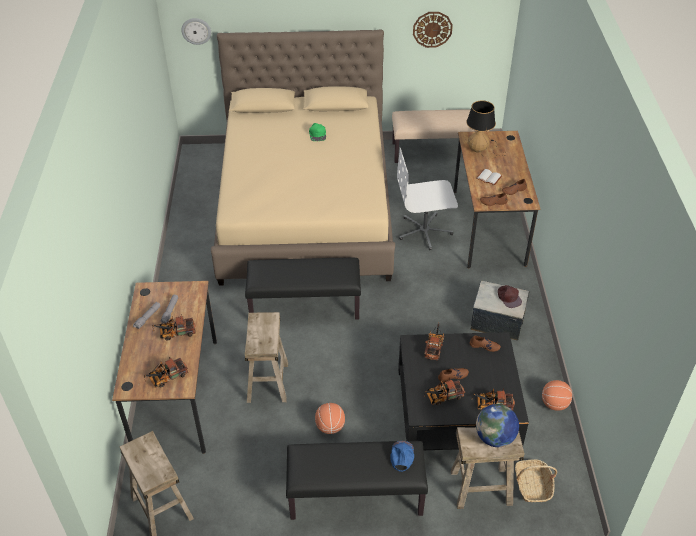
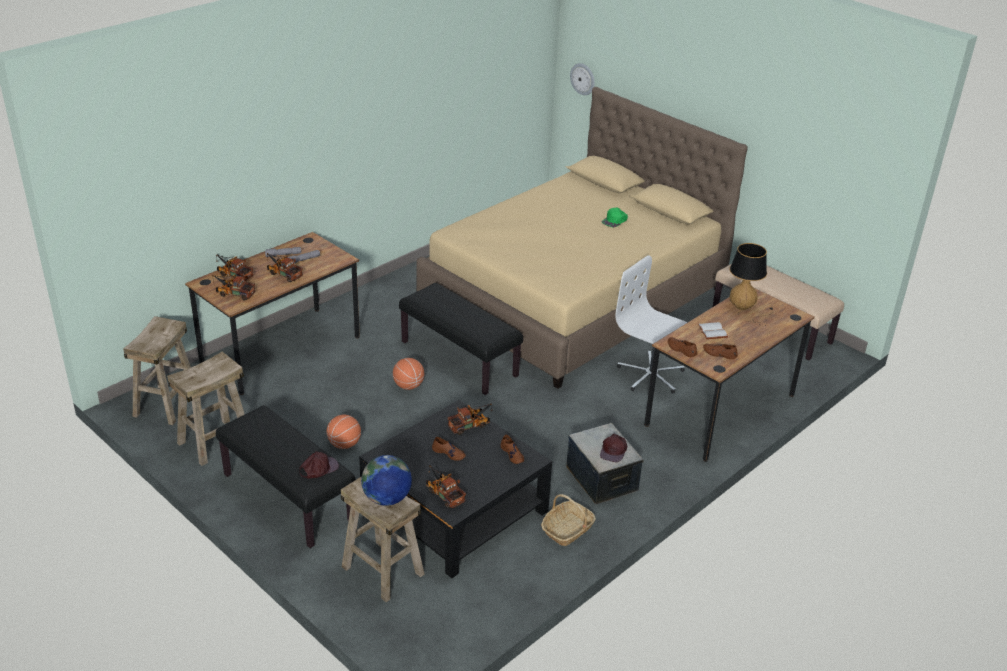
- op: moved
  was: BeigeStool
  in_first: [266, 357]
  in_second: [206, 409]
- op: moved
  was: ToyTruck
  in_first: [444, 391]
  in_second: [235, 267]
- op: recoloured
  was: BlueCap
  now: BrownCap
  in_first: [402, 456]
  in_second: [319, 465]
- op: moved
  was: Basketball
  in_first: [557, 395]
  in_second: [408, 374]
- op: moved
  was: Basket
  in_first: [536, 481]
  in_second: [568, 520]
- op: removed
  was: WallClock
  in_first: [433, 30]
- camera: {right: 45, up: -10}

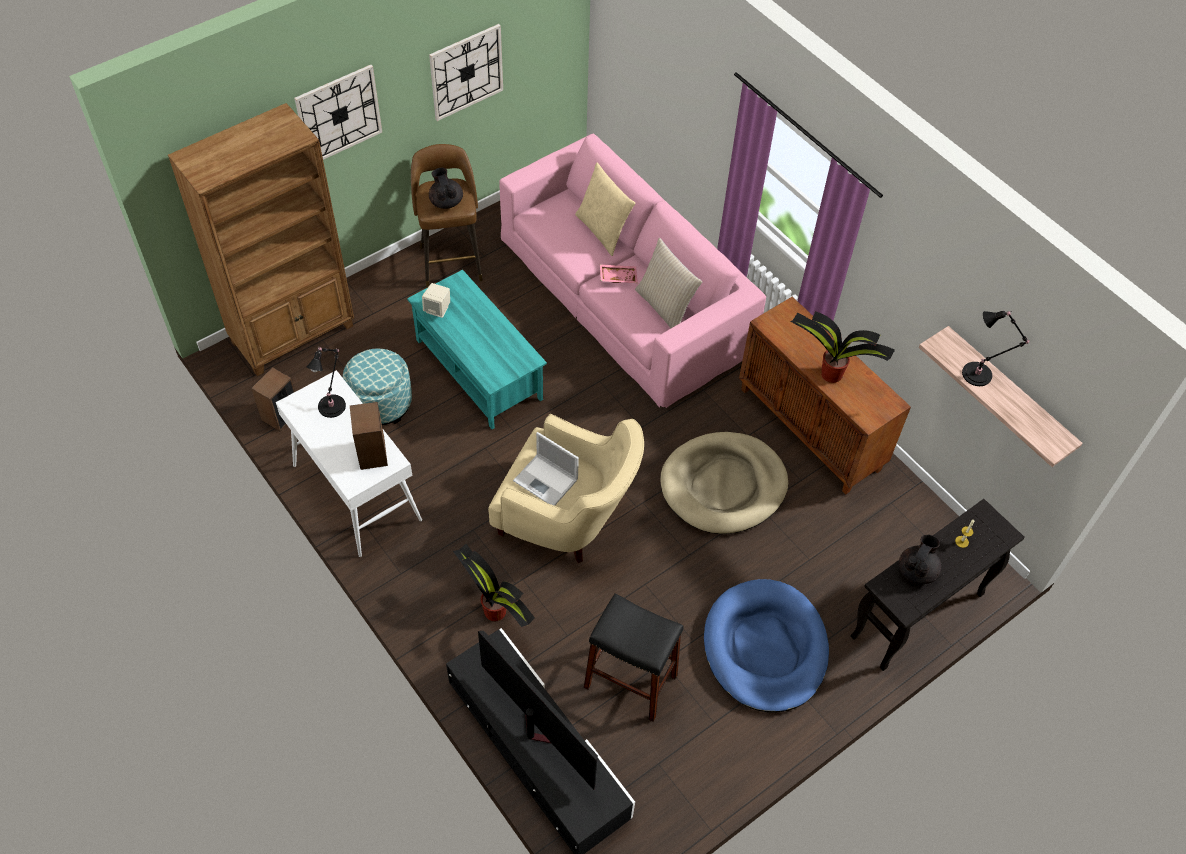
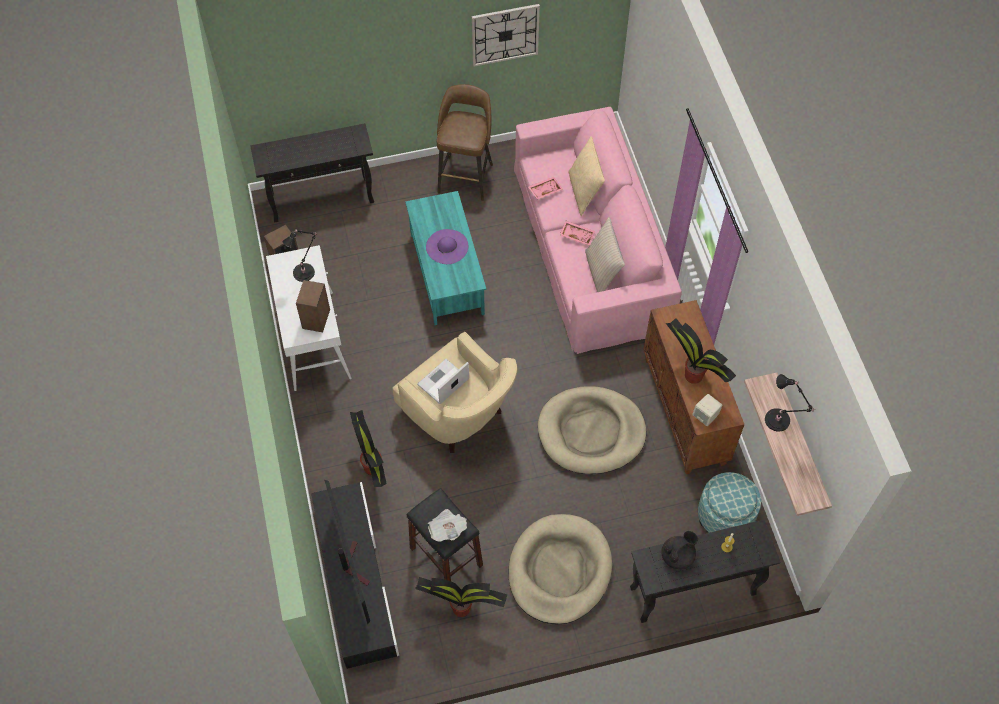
- op: replaced
  was: BrownBookcase
  now: BlackConsoleTable
  in_first: [261, 239]
  in_second: [312, 172]
- op: added
  now: PottedPlant
  in_second: [461, 597]
- op: turned
  was: Laptop
  in_first: [546, 469]
  in_second: [443, 381]
  clockwise: 75
- op: added
  now: PurpleHat
  in_second: [447, 246]
- op: added
  now: Newspaper
  in_second: [447, 525]
- op: recoloured
  was: BlueDogBed
  now: BeigeDogBed
  in_first: [766, 645]
  in_second: [560, 569]
- op: added
  now: PinkTray
  in_second: [545, 188]
- op: moved
  was: BeigeSpeaker
  in_first: [436, 300]
  in_second: [707, 410]
- op: moved
  was: Ottoman
  in_first: [377, 387]
  in_second: [729, 502]
- op: removed
  was: WallClock
  in_first: [338, 112]
- op: removed
  was: BlackTeapot
  in_first: [446, 188]
- camera: {right: 25, up: 5}

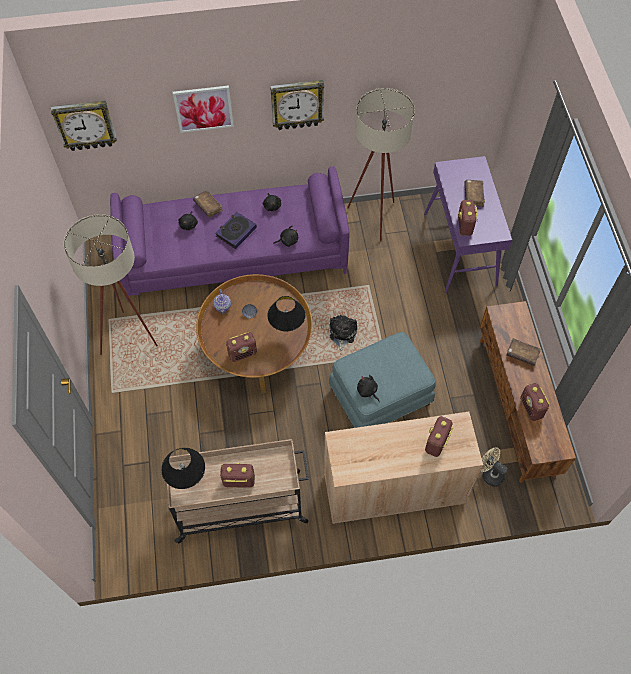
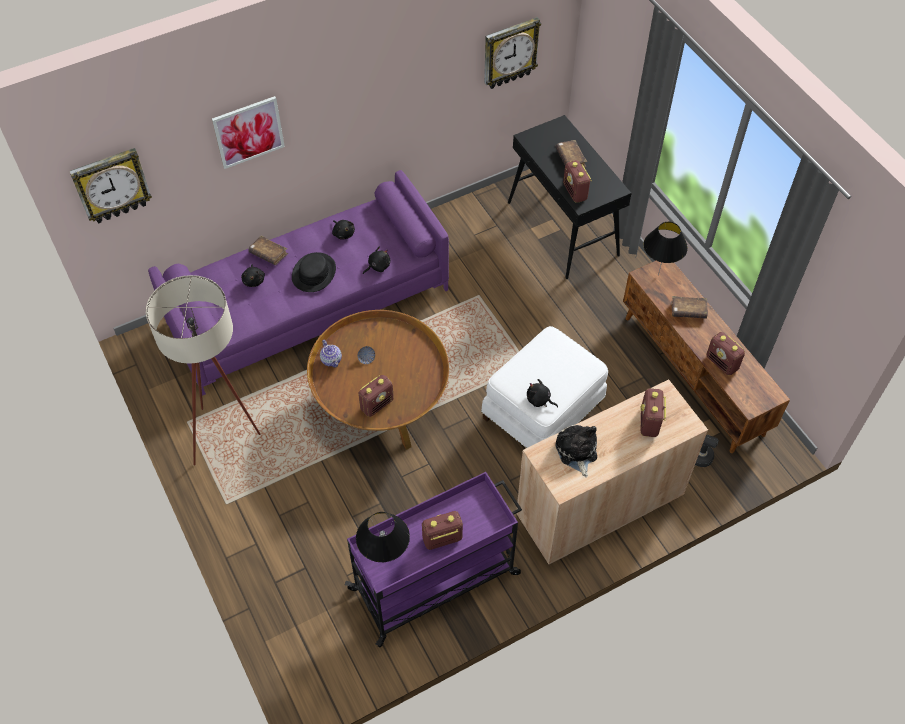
- op: replaced
  was: Book
  now: BlackHat
  in_first: [236, 230]
  in_second: [314, 272]
- op: recoloured
  was: BeigeCart
  now: PurpleCart
  in_first: [237, 491]
  in_second: [433, 560]
- op: recoloured
  was: BlueOttoman
  now: WhiteOttoman
  in_first: [382, 380]
  in_second: [544, 387]
- op: moved
  was: WallClock
  in_first: [297, 105]
  in_second: [512, 53]
- op: recoloured
  was: PurpleConsoleTable
  now: BlackConsoleTable
  in_first: [468, 224]
  in_second: [570, 197]
- op: moved
  was: PlushToy
  in_first: [343, 333]
  in_second: [576, 451]
- op: moved
  was: BlackTableLamp
  in_first: [286, 315]
  in_second: [665, 248]
- op: removed
  was: BeigeFloorLamp
  in_first: [381, 164]
- camera: {right: -20, up: -5}

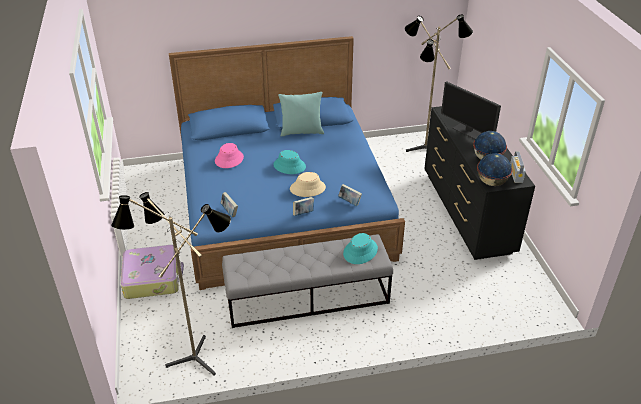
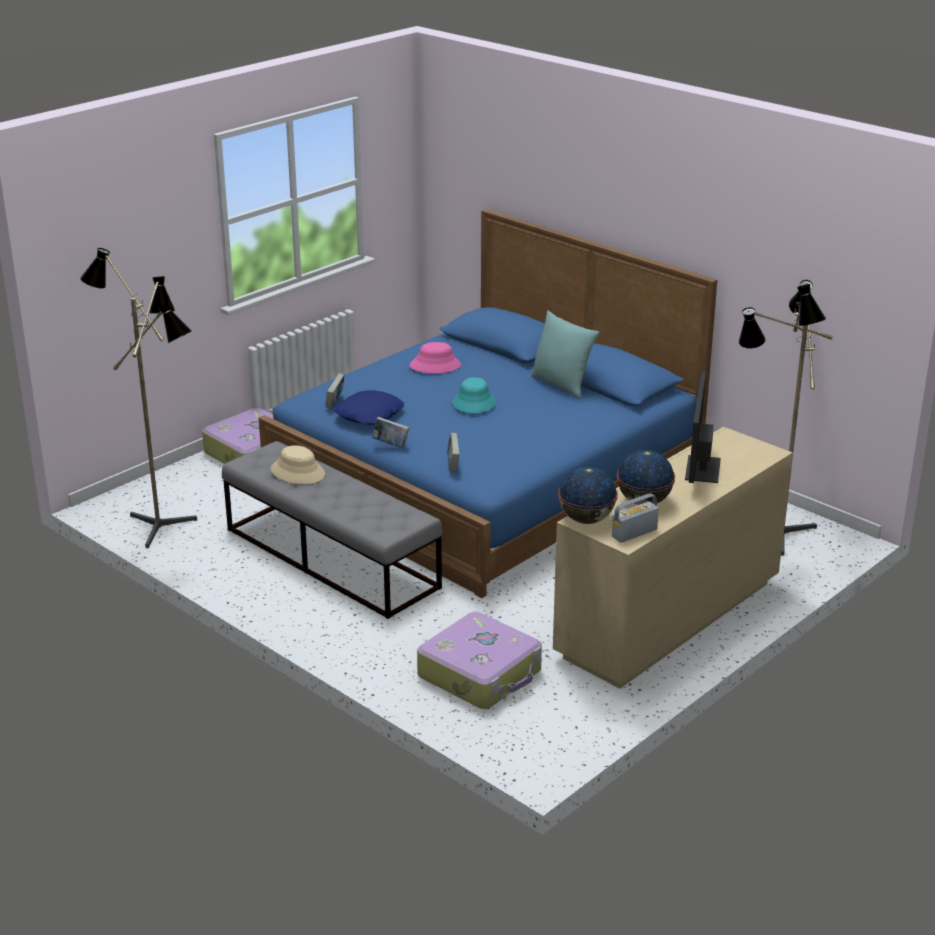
- op: moved
  was: BeigeHat
  in_first: [308, 184]
  in_second: [298, 464]
- op: added
  now: BluePillow
  in_second: [369, 407]
- op: added
  now: Suitcase
  in_second: [479, 660]
- op: recoloured
  was: BlackDresser
  now: BeigeDresser
  in_first: [479, 183]
  in_second: [673, 558]
- op: removed
  was: TurquoiseHat
  in_first: [360, 248]
- camera: {right: 55, up: -10}

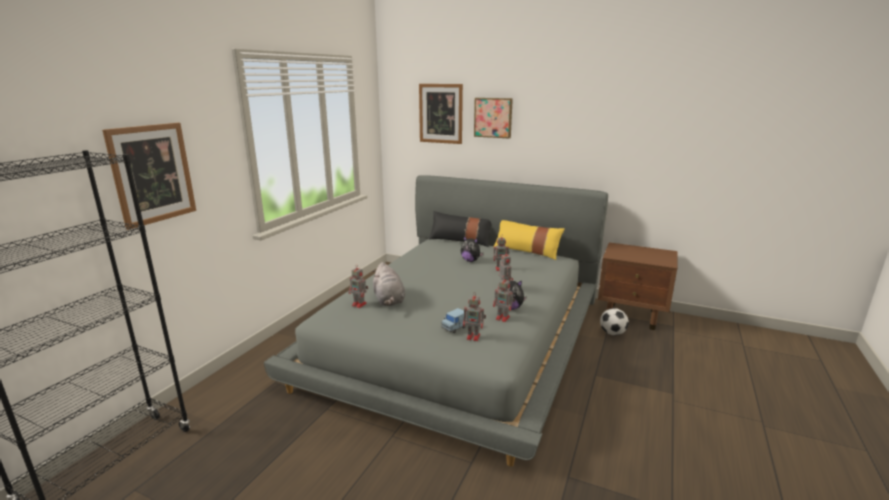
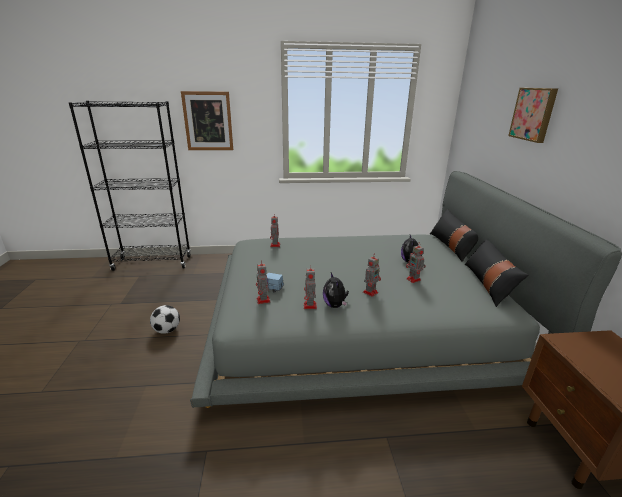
- op: moved
  was: Football
  in_first: [614, 321]
  in_second: [165, 319]
- op: recoloured
  was: YellowPillow
  now: BlackPillow
  in_first: [529, 240]
  in_second: [496, 273]
- op: removed
  was: GreyPlushToy
  in_first: [389, 284]
- op: removed
  was: Picture
  in_first: [441, 114]
- camera: {right: 60, up: 5}

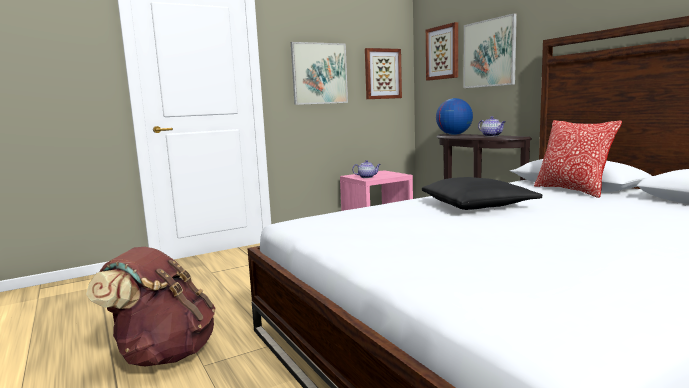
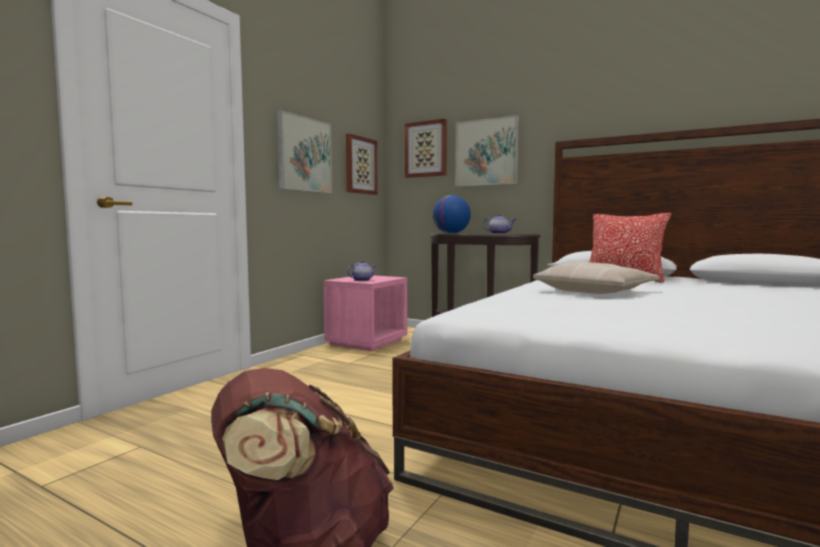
- op: recoloured
  was: BlackPillow
  now: BeigePillow
  in_first: [482, 193]
  in_second: [596, 278]
- camera: {right: -30, up: -5}

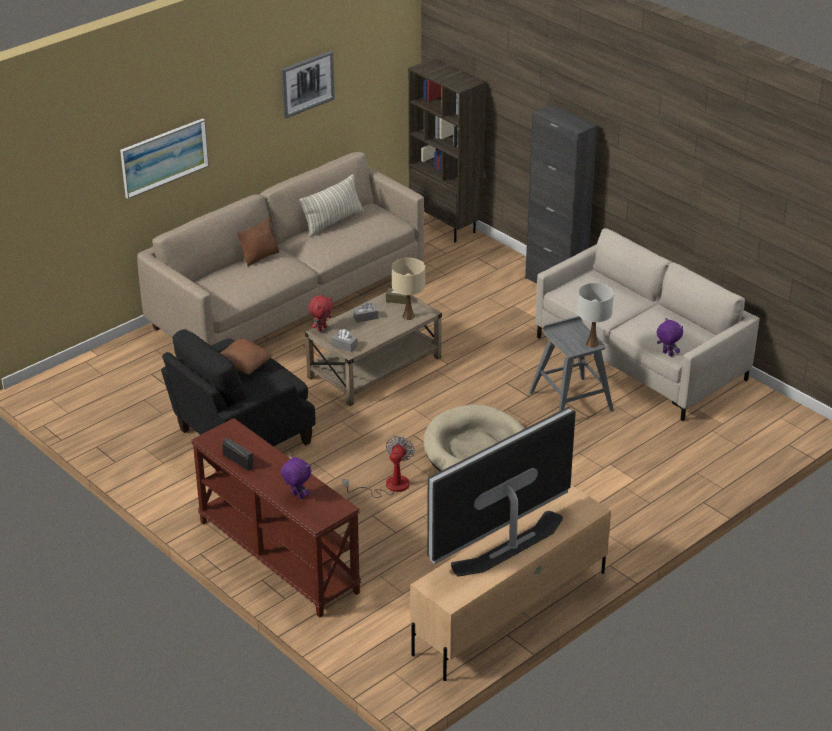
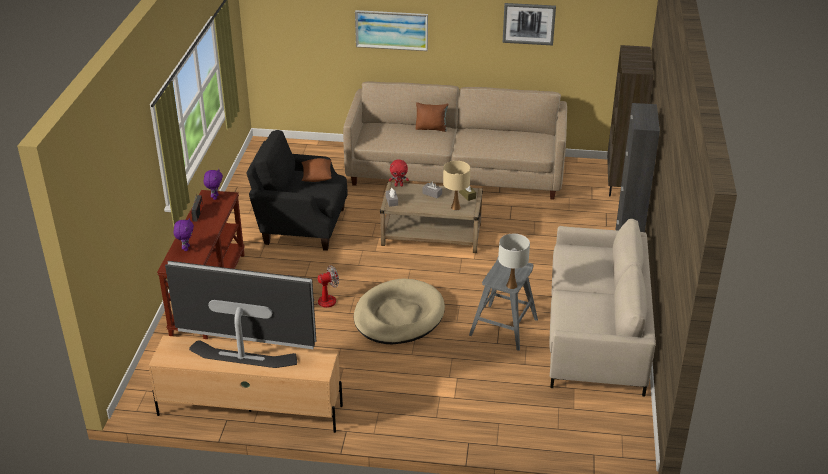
- op: moved
  was: PurplePlushToy
  in_first: [670, 337]
  in_second: [213, 184]
- op: removed
  was: Pillow
  in_first: [332, 205]
- camera: {right: 50, up: 0}

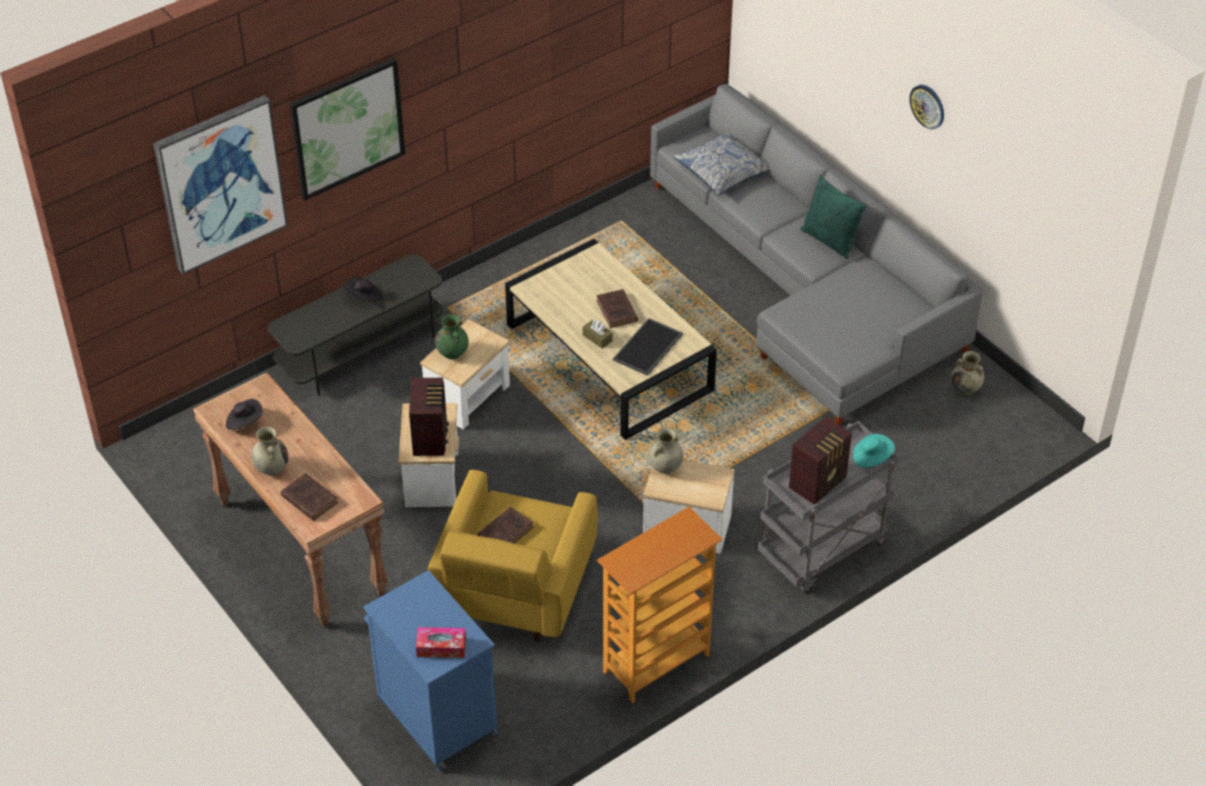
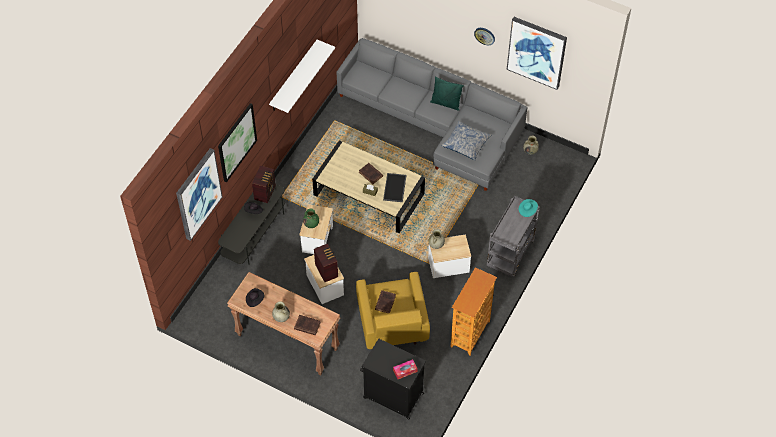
- op: moved
  was: Radio
  in_first: [820, 461]
  in_second: [264, 184]
- op: added
  now: WhiteShelf
  in_second: [302, 76]
- op: recoloured
  was: BlueCabinet
  now: BlackCabinet
  in_first: [431, 671]
  in_second: [393, 379]
- op: moved
  was: Pillow
  in_first: [722, 164]
  in_second: [466, 141]
- op: added
  now: Picture
  in_second: [537, 53]
- camera: {right: -25, up: 10}

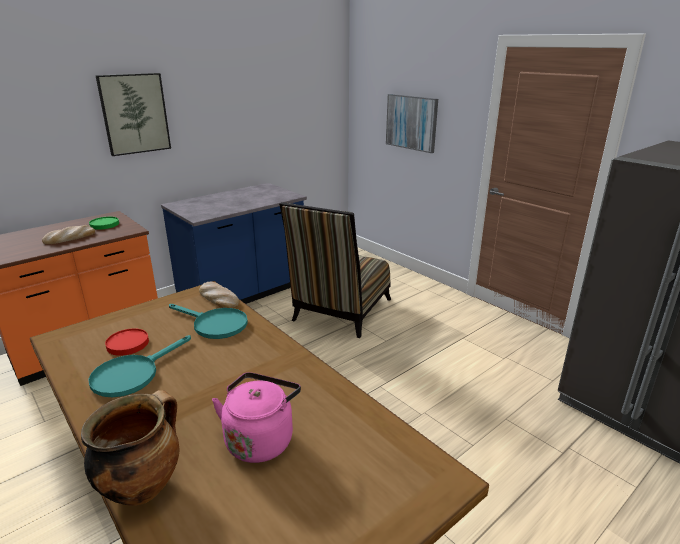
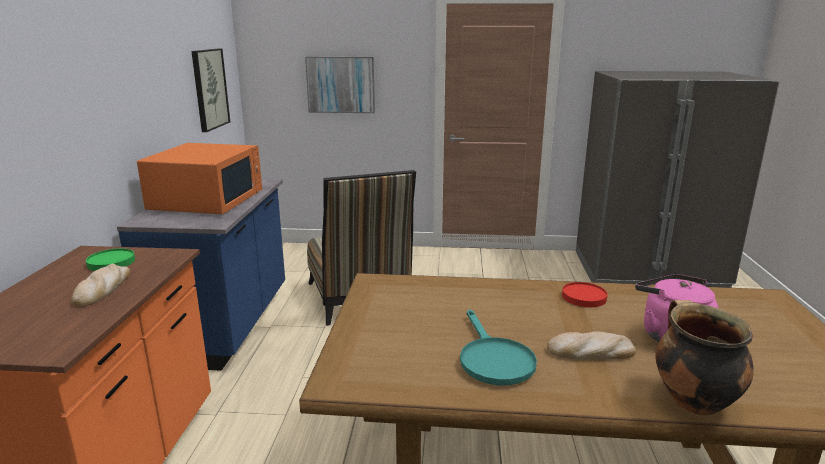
- op: added
  now: OrangeMicrowave
  in_second: [199, 178]
- op: moved
  was: Picture
  in_first: [133, 114]
  in_second: [210, 90]
- op: moved
  was: Bread
  in_first: [219, 295]
  in_second: [591, 345]
- op: moved
  was: RedPlate
  in_first: [127, 342]
  in_second: [585, 294]
- op: removed
  was: TurquoiseFryingPan
  in_first: [208, 321]
- camera: {right: -45, up: -5}

